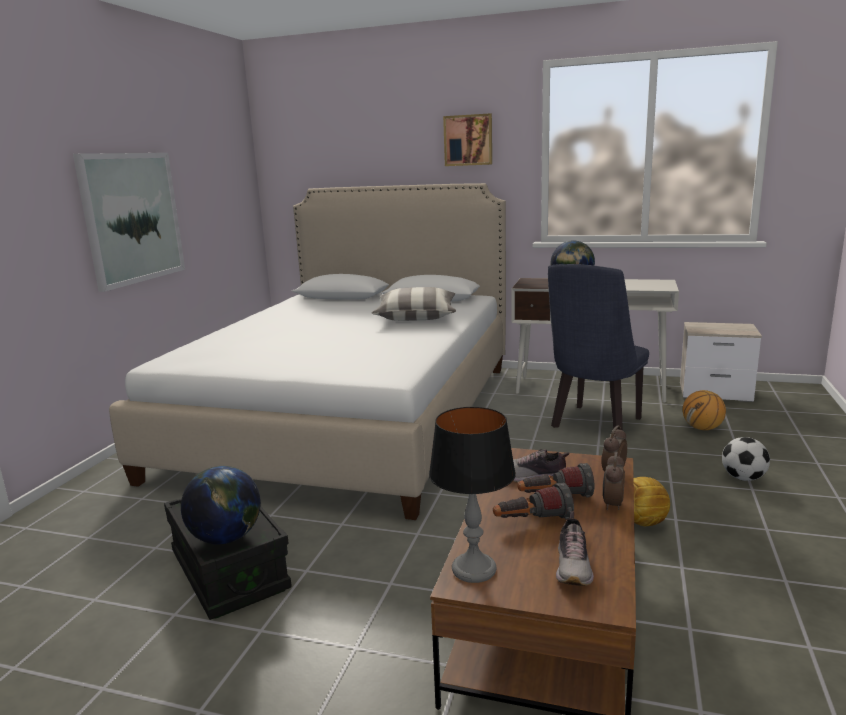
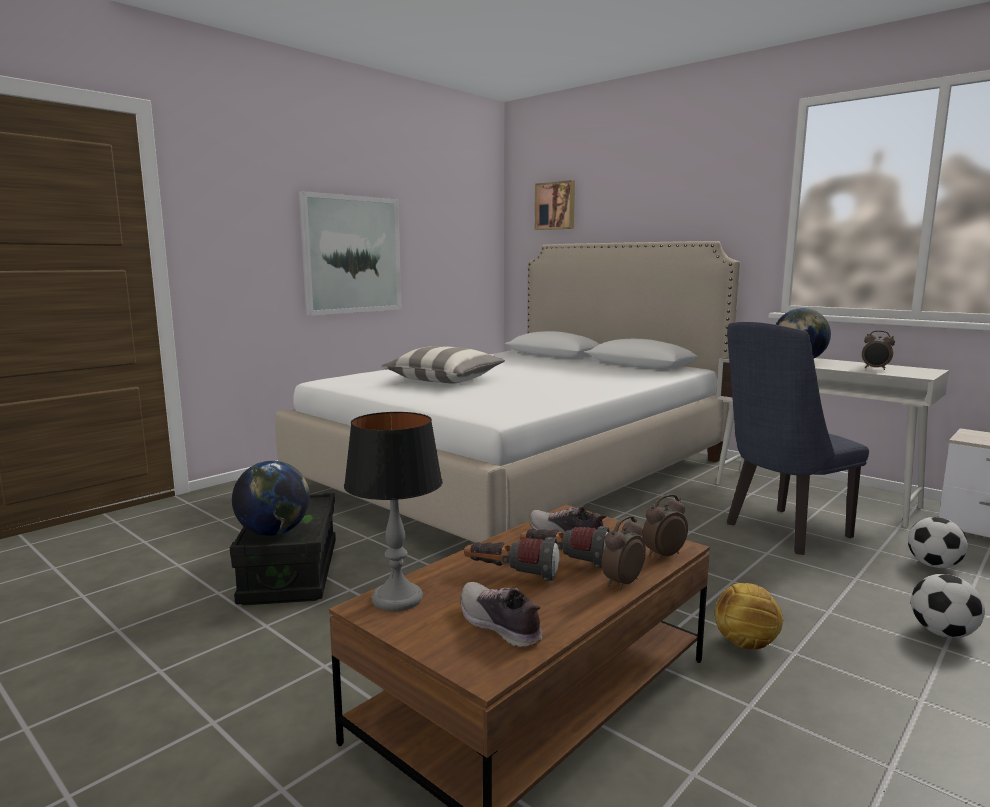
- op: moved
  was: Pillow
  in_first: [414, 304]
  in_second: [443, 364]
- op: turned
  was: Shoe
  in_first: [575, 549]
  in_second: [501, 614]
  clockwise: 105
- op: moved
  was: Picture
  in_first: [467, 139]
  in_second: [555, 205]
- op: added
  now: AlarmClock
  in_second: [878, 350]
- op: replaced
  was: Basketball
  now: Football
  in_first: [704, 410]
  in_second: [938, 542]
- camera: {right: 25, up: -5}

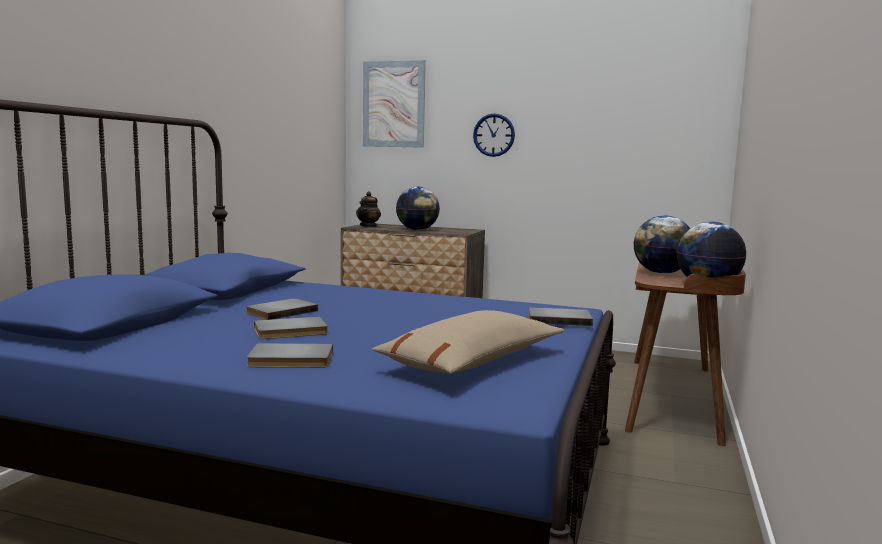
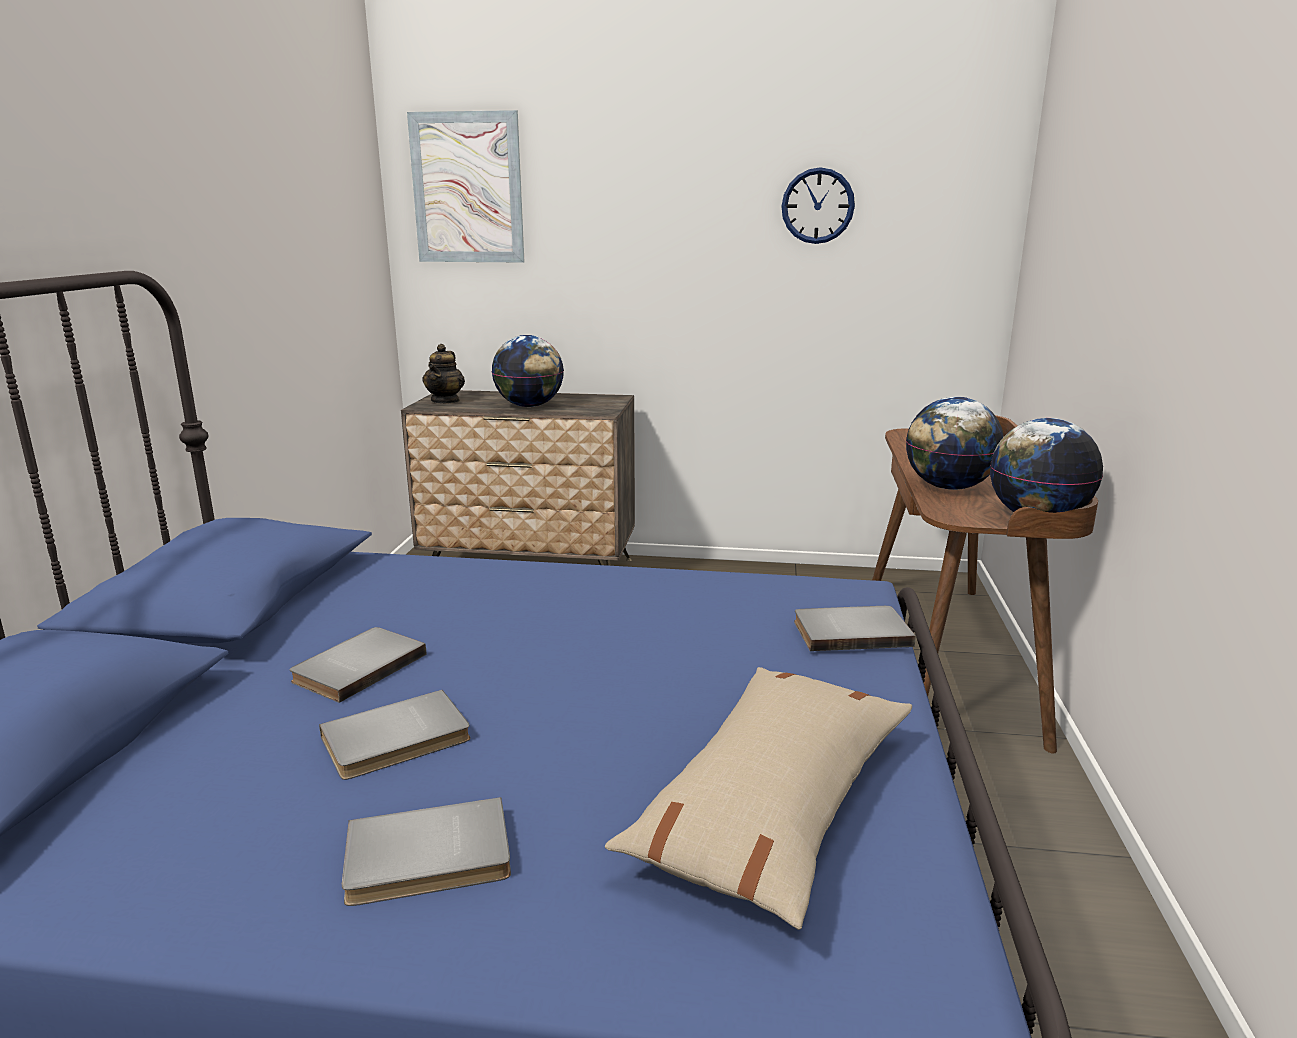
- op: moved
  was: WallClock
  in_first: [494, 135]
  in_second: [818, 205]
- camera: {right: -10, up: 10}

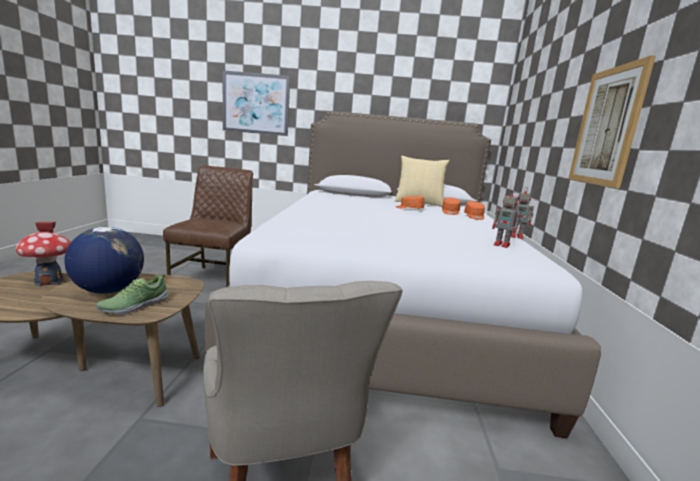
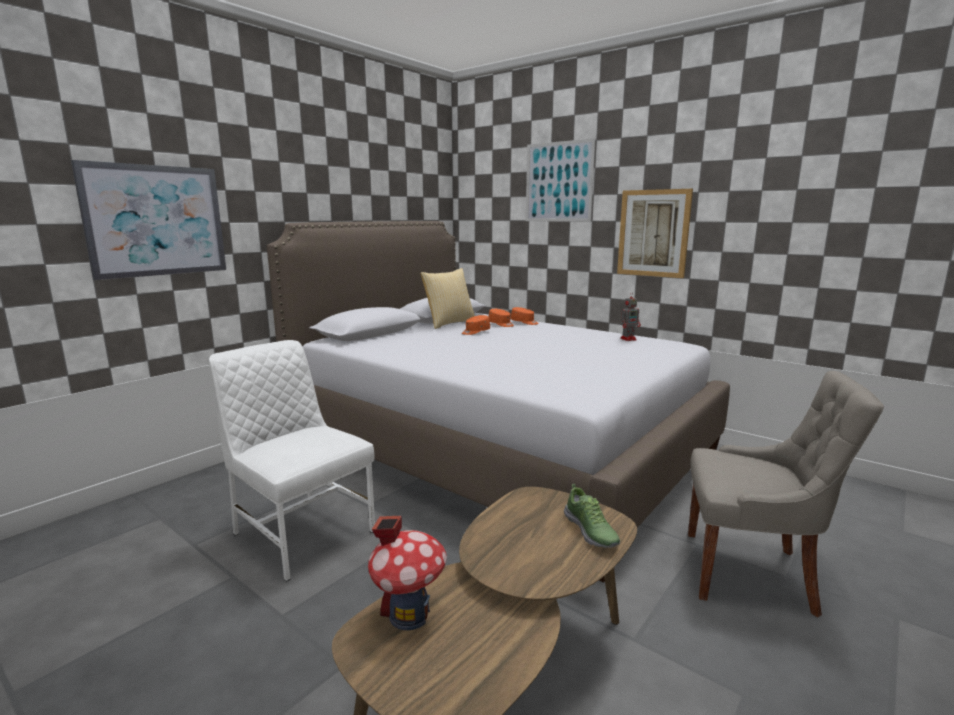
- op: recoloured
  was: BrownChair
  now: WhiteChair
  in_first: [208, 226]
  in_second: [292, 461]
- op: added
  now: Picture
  in_second: [561, 180]
- op: removed
  was: Globe
  in_first: [104, 260]
- op: removed
  was: ToyRobot
  in_first: [522, 214]
- camera: {right: -55, up: 0}

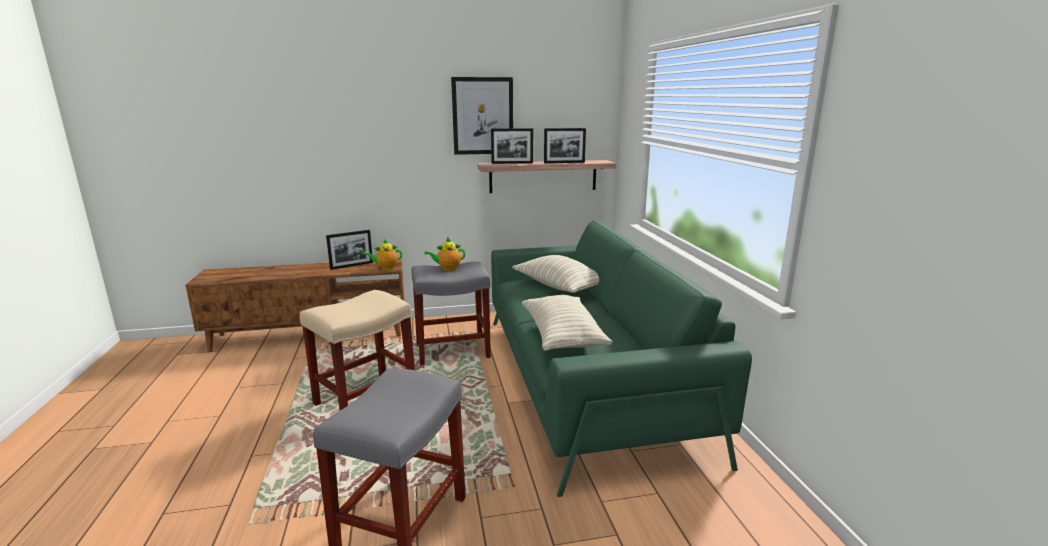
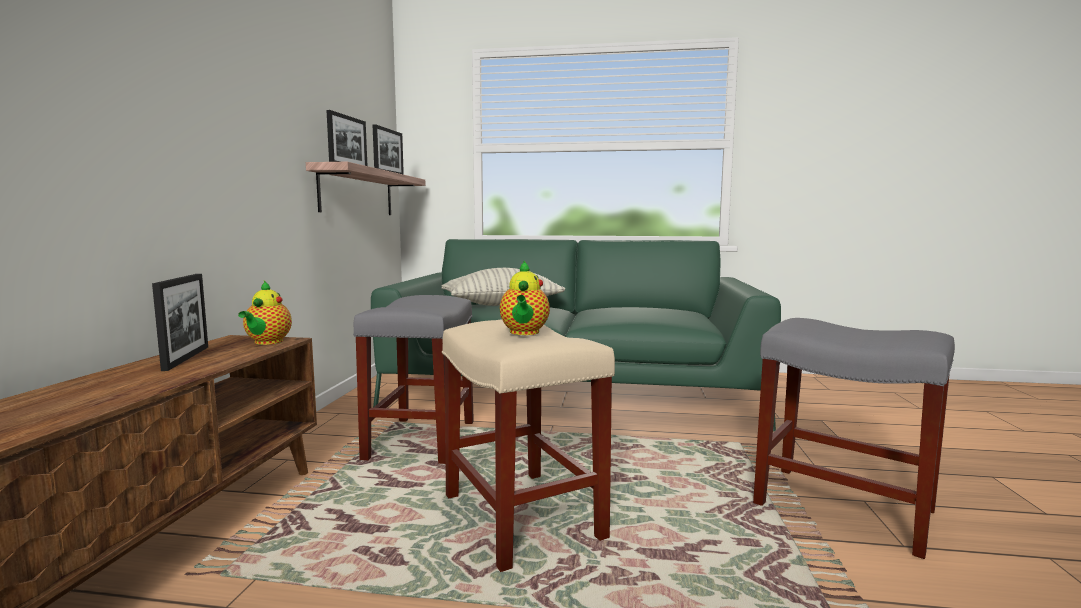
- op: moved
  was: Teapot
  in_first: [444, 254]
  in_second: [525, 298]
- op: removed
  was: Picture
  in_first: [482, 116]
- op: removed
  was: Pillow
  in_first: [567, 323]
- camera: {right: -70, up: -10}

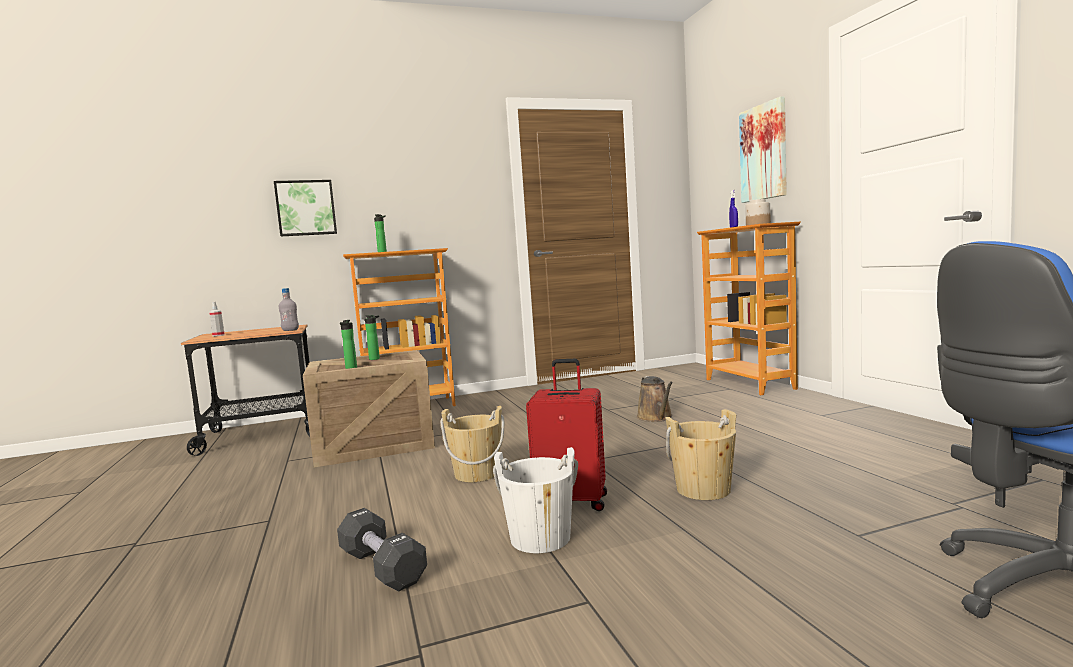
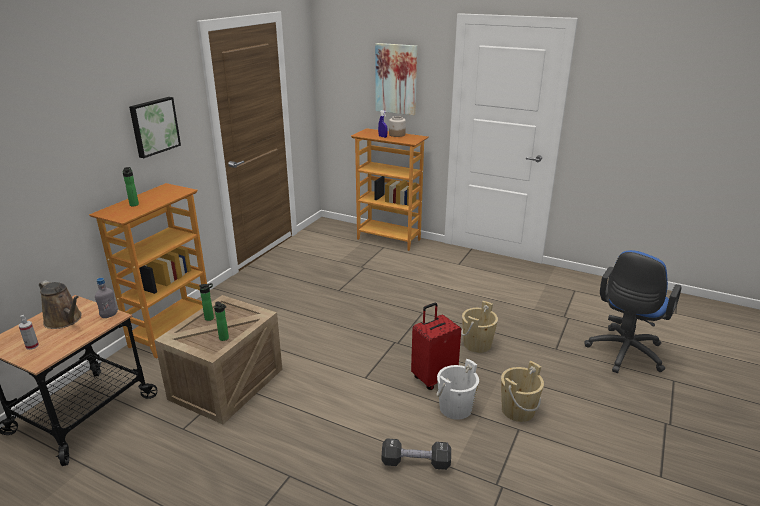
- op: moved
  was: BrownWateringCan
  in_first: [655, 399]
  in_second: [60, 304]
- op: moved
  was: Picture
  in_first: [305, 208]
  in_second: [155, 127]
- op: moved
  was: BeigeBucket
  in_first: [472, 444]
  in_second: [522, 391]
- camera: {right: -45, up: 20}

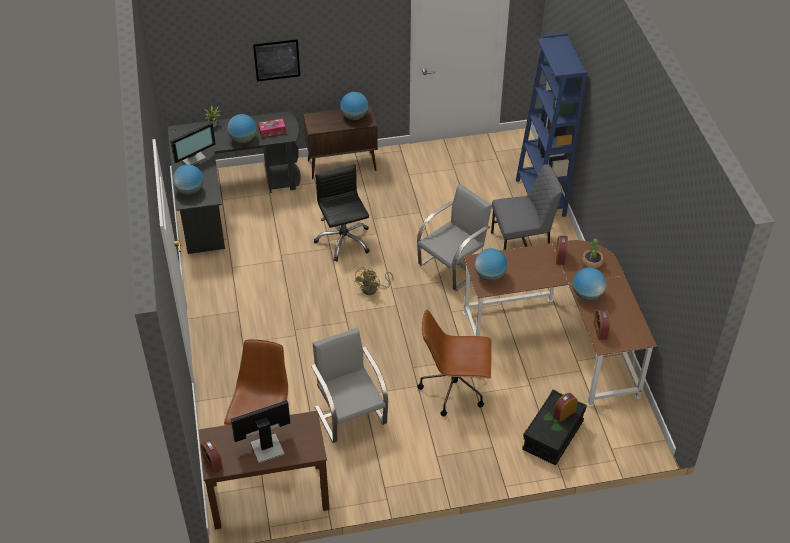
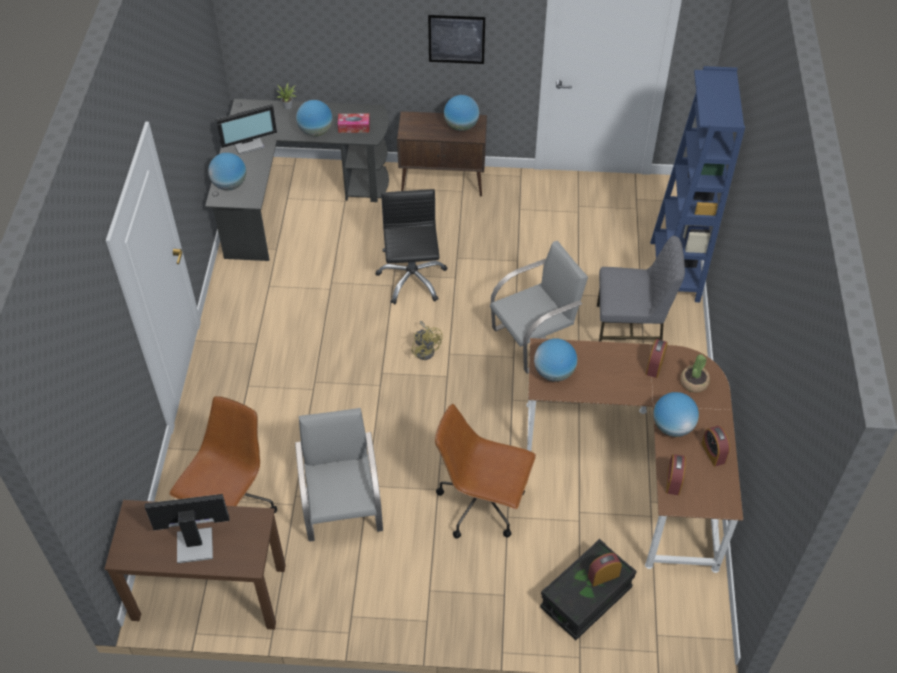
- op: turned
  was: YellowFan
  in_first: [374, 281]
  in_second: [427, 340]
  clockwise: -75
- op: moved
  was: Picture
  in_first: [276, 60]
  in_second: [456, 39]
- op: moved
  was: AlarmClock
  in_first: [212, 456]
  in_second: [715, 446]
- camera: {right: 15, up: 5}

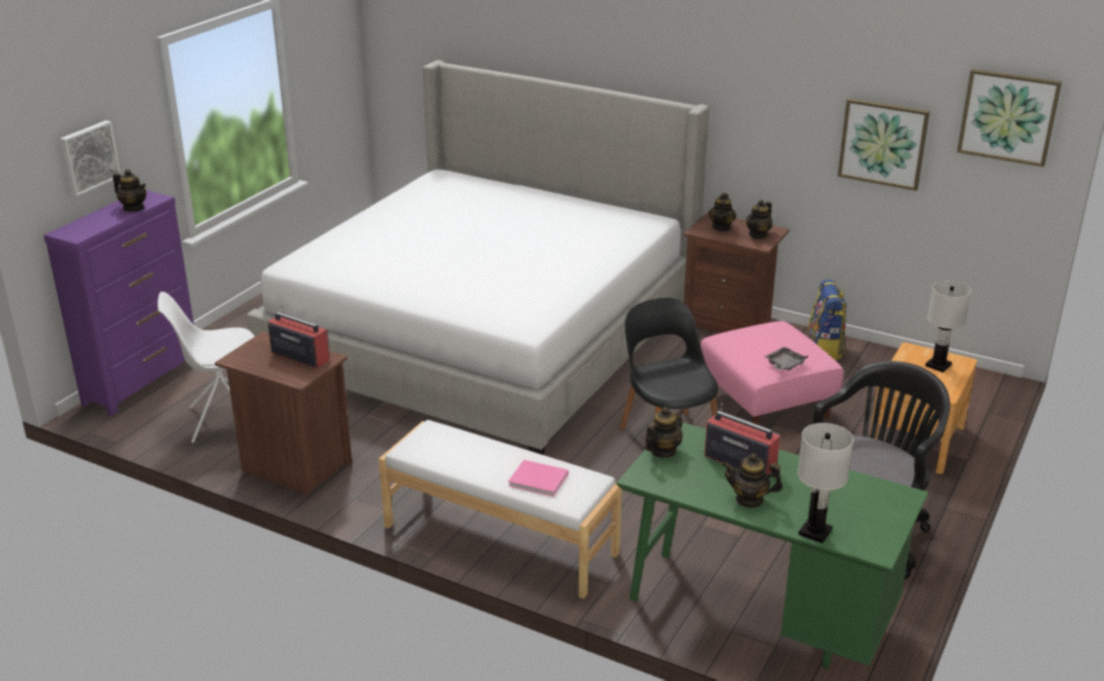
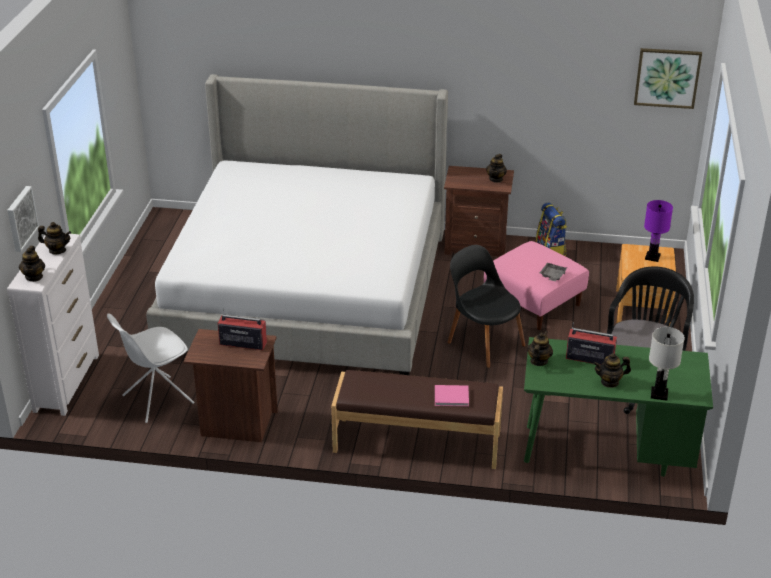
- op: recoloured
  was: PurpleDresser
  now: WhiteDresser
  in_first: [119, 303]
  in_second: [53, 324]
- op: moved
  was: Teapot
  in_first: [722, 212]
  in_second: [32, 264]
- op: recoloured
  was: WhiteBench
  now: BrownBench
  in_first: [500, 509]
  in_second: [417, 419]
- op: recoloured
  was: WhiteTableLamp
  now: PurpleTableLamp
  in_first: [948, 326]
  in_second: [658, 231]
- op: removed
  was: Picture
  in_first: [884, 144]
- camera: {right: -20, up: 5}

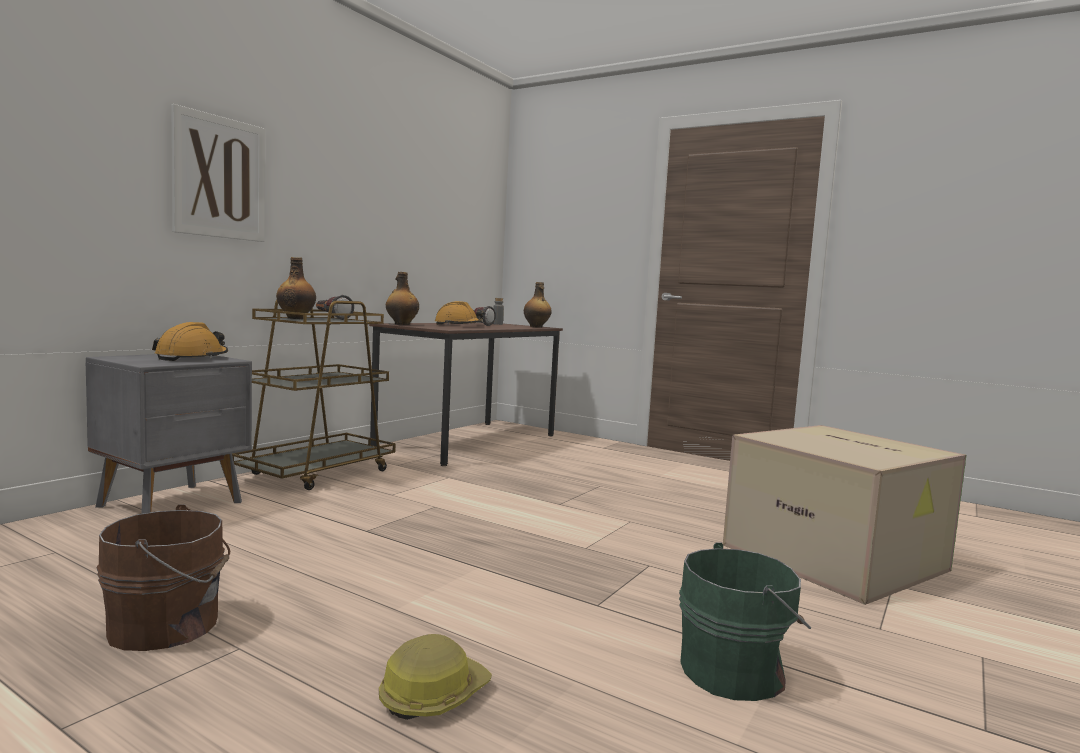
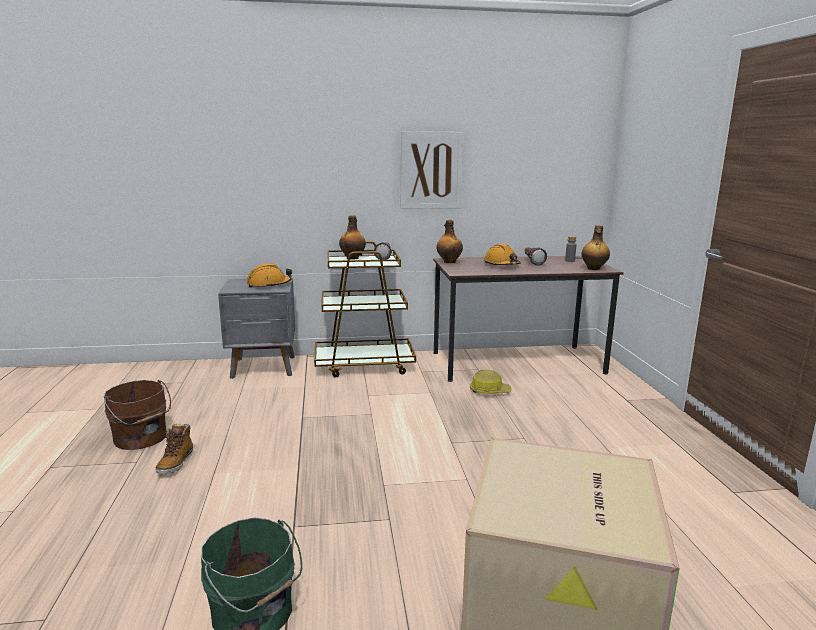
- op: added
  now: Boot
  in_second: [174, 449]
- op: moved
  was: Picture
  in_first: [218, 173]
  in_second: [432, 170]
- op: moved
  was: HardHat
  in_first: [435, 677]
  in_second: [491, 382]
- camera: {right: 50, up: 10}

